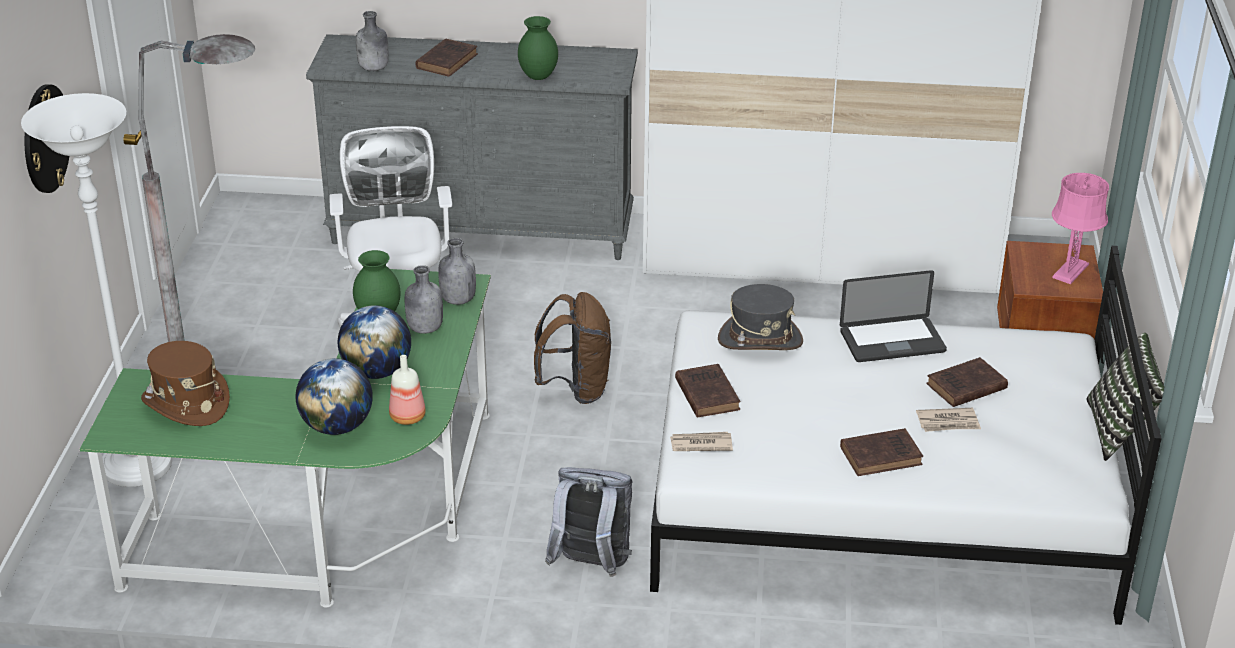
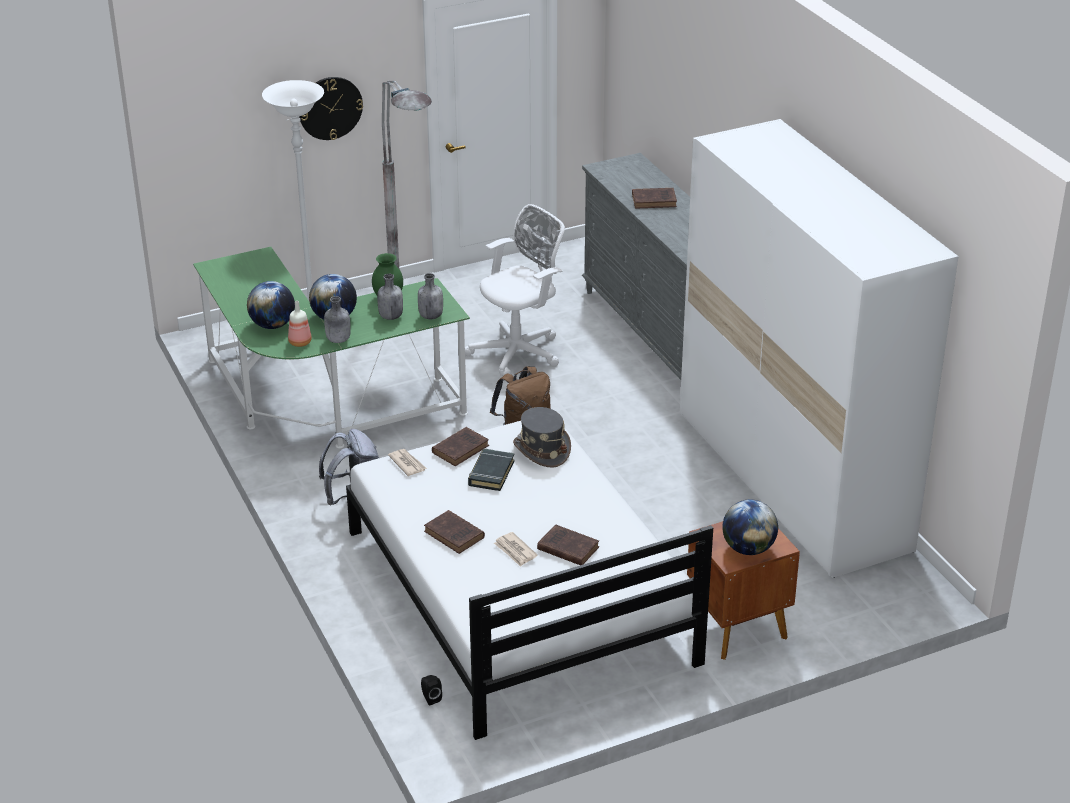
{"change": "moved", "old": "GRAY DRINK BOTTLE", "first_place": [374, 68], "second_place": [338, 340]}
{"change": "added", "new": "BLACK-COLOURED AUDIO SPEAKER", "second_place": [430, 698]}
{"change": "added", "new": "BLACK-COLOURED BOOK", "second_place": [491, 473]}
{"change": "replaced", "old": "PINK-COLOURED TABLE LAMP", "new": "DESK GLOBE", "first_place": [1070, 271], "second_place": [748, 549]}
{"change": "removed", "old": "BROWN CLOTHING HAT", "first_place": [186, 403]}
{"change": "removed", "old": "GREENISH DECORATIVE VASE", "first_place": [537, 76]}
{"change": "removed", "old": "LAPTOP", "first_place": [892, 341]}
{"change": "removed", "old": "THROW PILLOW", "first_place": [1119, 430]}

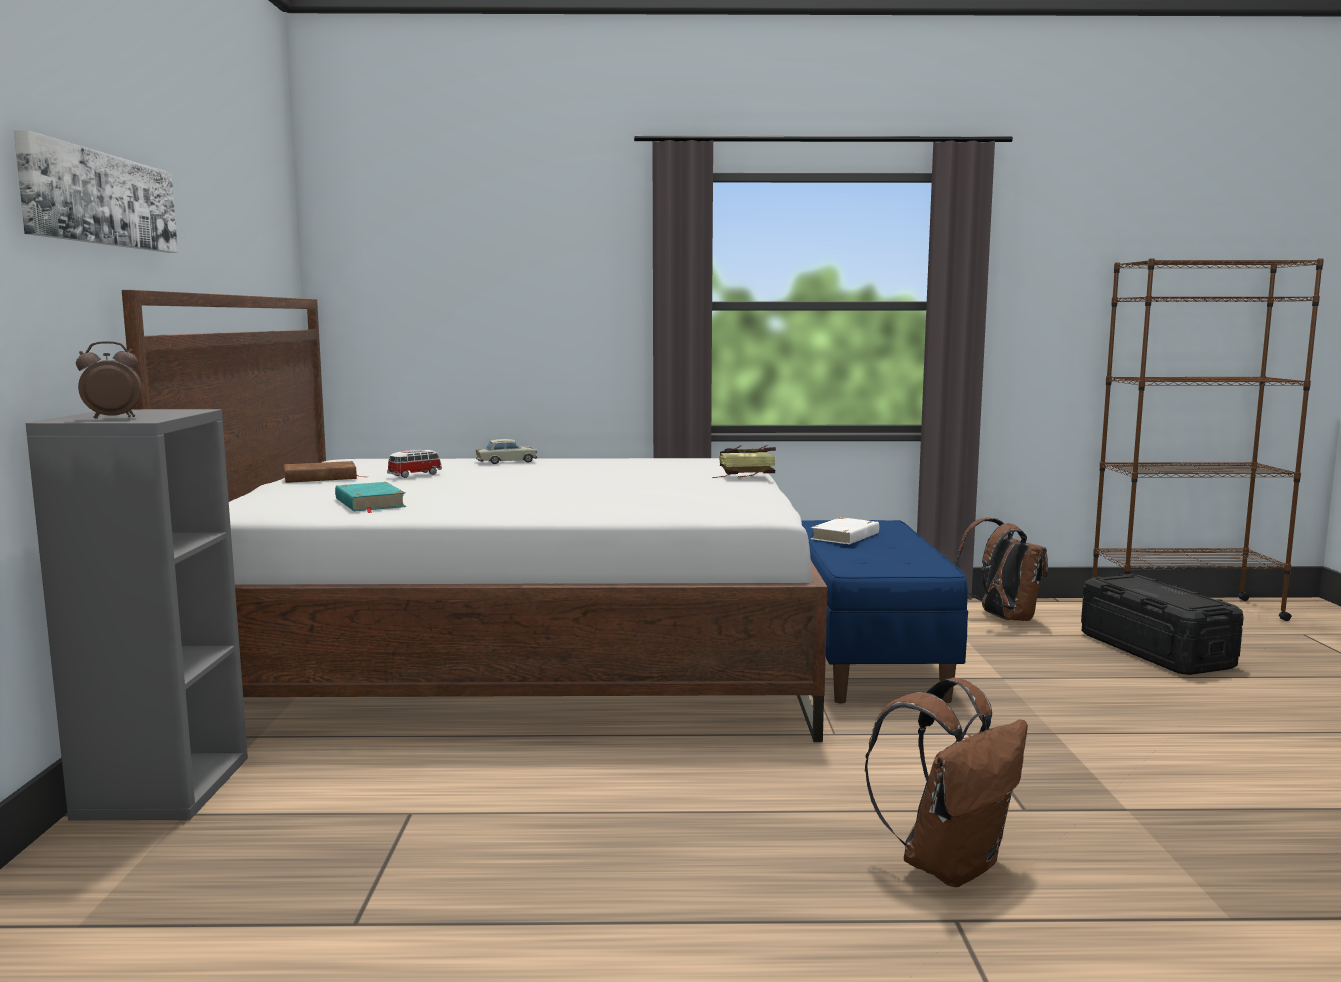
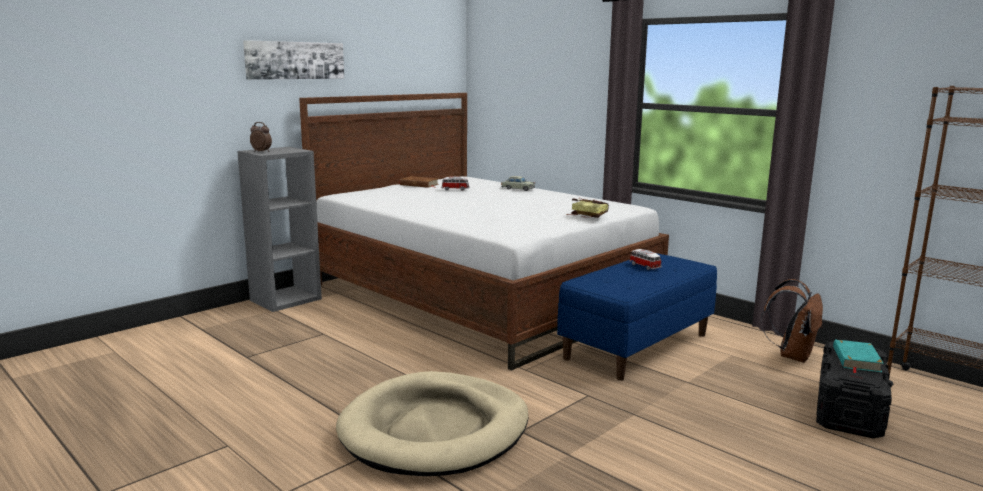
{"change": "replaced", "old": "BROWN KNAPSACK", "new": "BEIGE DOG CUSHION", "first_place": [949, 864], "second_place": [435, 430]}
{"change": "replaced", "old": "WHITE-COLOURED BOOK", "new": "MODEL CAR", "first_place": [845, 536], "second_place": [644, 266]}
{"change": "moved", "old": "BLUE-GREEN BOOK", "first_place": [369, 503], "second_place": [856, 359]}

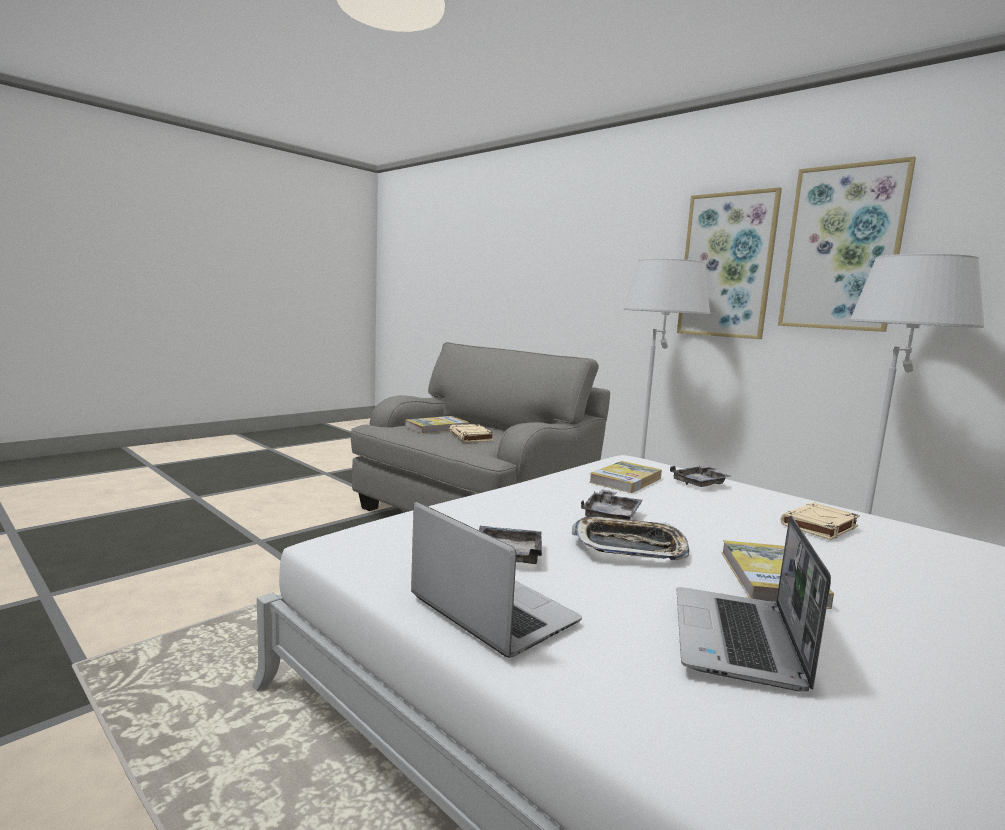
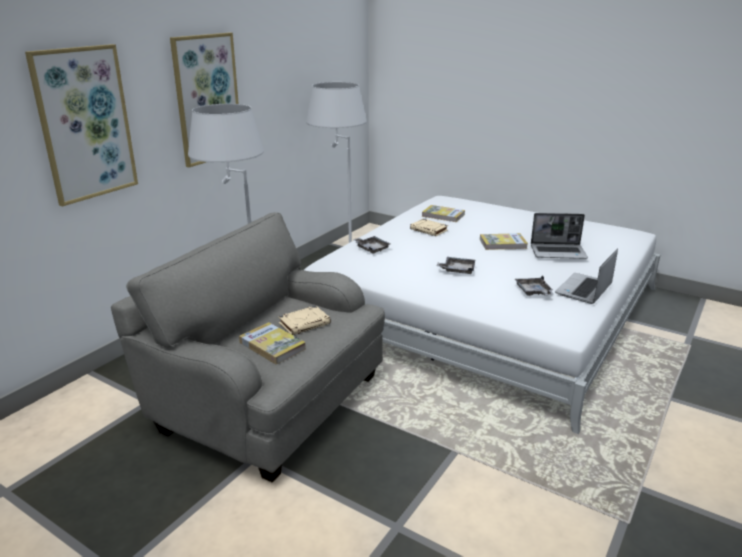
{"change": "moved", "old": "PICTURE", "first_place": [842, 248], "second_place": [85, 124]}
{"change": "moved", "old": "BOOK", "first_place": [625, 480], "second_place": [443, 215]}
{"change": "removed", "old": "TRAY", "first_place": [629, 546]}

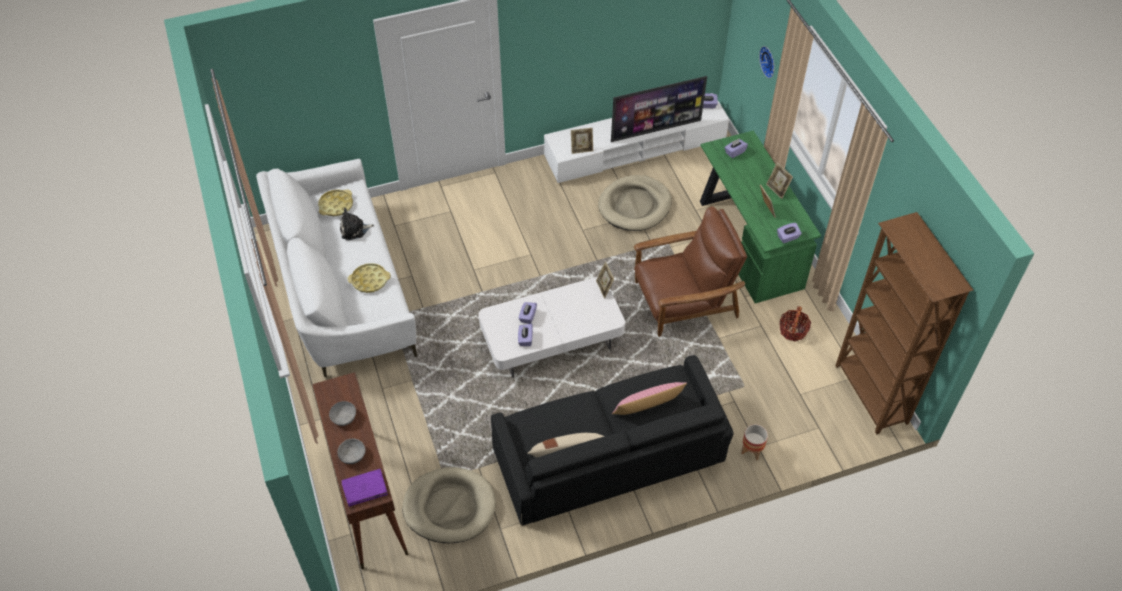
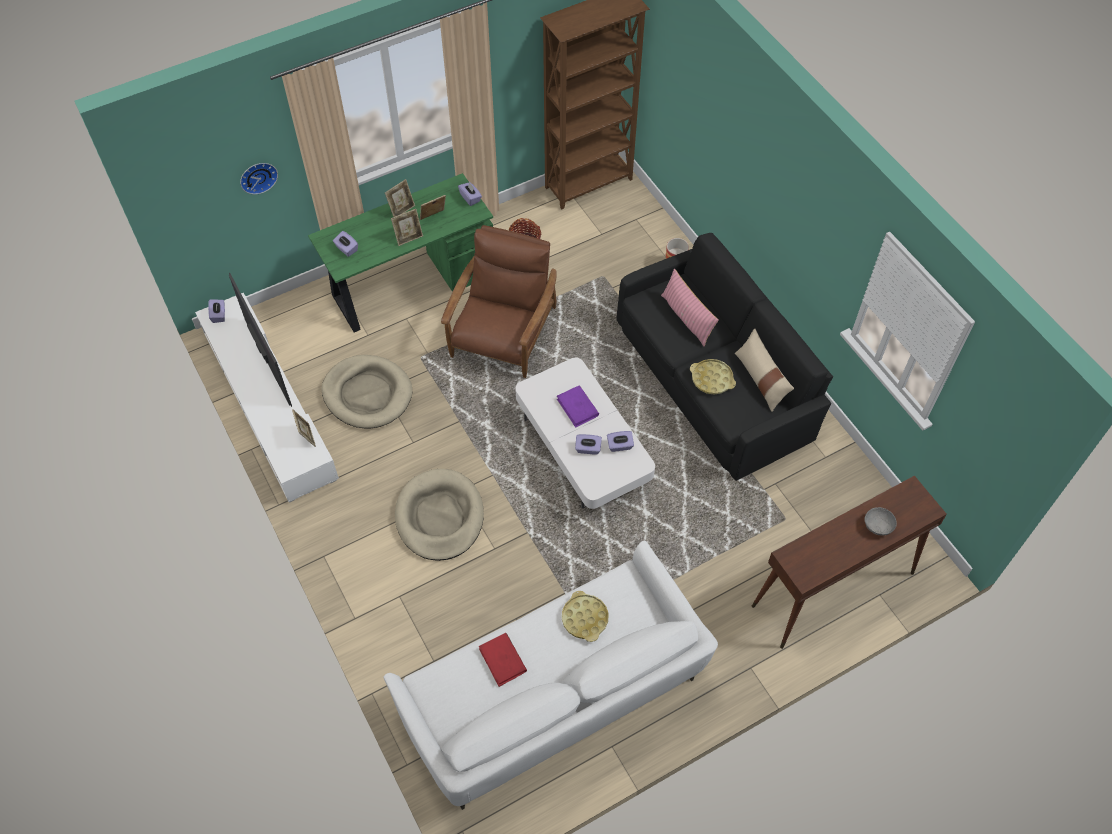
{"change": "moved", "old": "STANDING FRAME", "first_place": [604, 288], "second_place": [408, 237]}
{"change": "moved", "old": "BEIGE DOG CUSHION", "first_place": [449, 507], "second_place": [439, 517]}
{"change": "turned", "old": "BROWN ARMCHAIR", "first_place": [684, 300], "second_place": [503, 334], "degrees": 45}
{"change": "replaced", "old": "PLUSH TOY", "new": "REDDISH BOOK", "first_place": [354, 229], "second_place": [502, 660]}
{"change": "moved", "old": "PURPLE BOOK", "first_place": [364, 489], "second_place": [577, 407]}
{"change": "moved", "old": "YELLOW TRAY", "first_place": [336, 205], "second_place": [712, 379]}
{"change": "removed", "old": "GRAY SERVING BOWL", "first_place": [344, 417]}

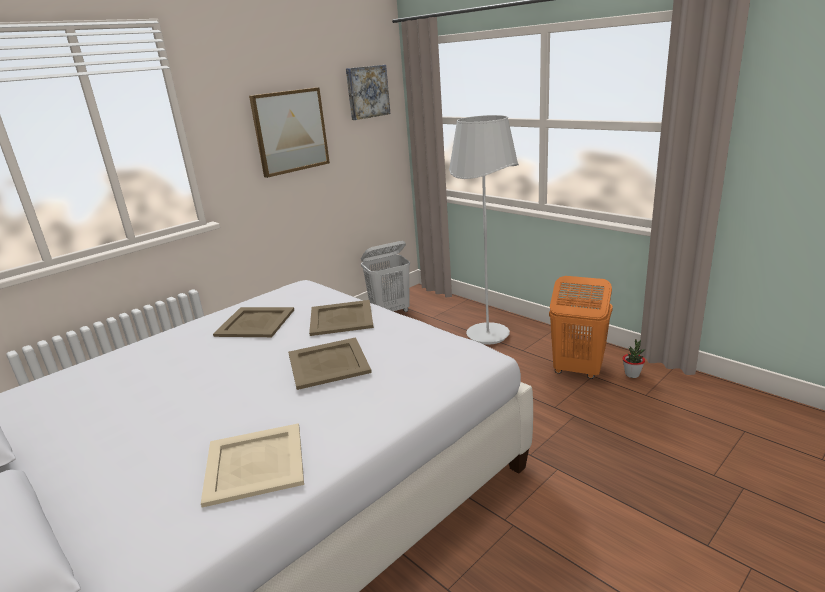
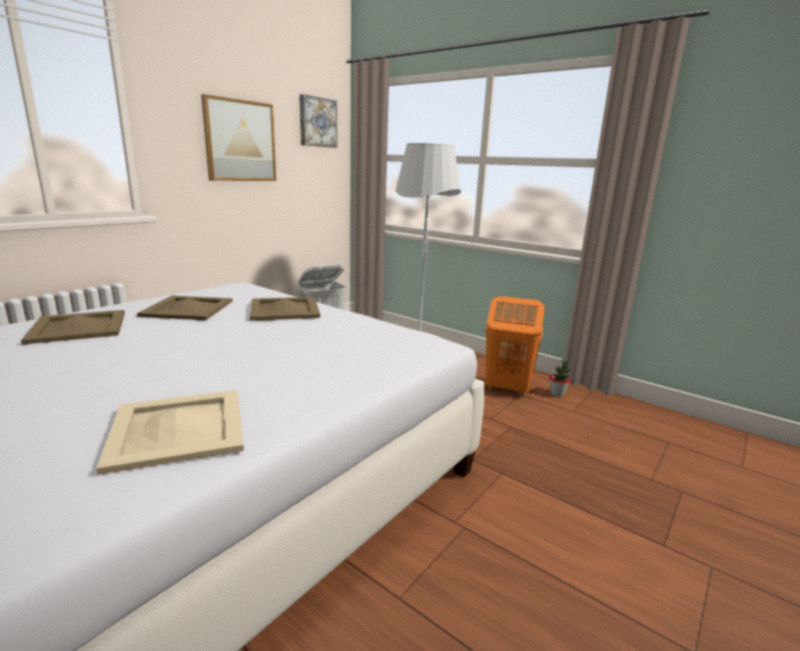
{"change": "moved", "old": "BEIGE TRAY", "first_place": [327, 363], "second_place": [77, 327]}

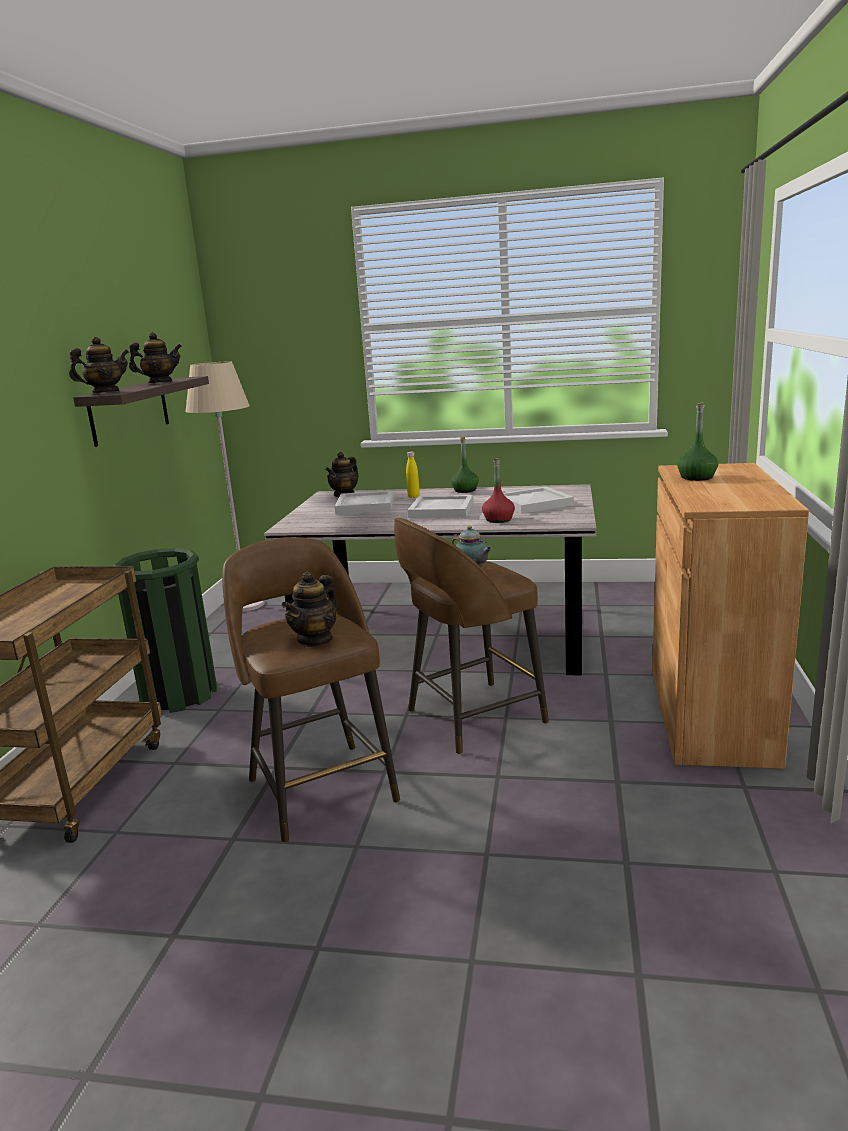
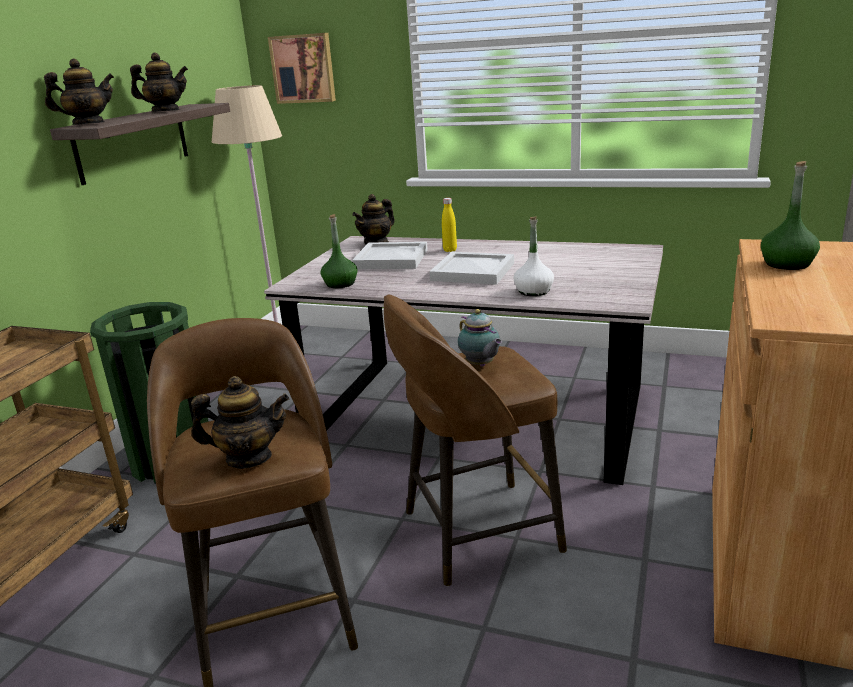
{"change": "turned", "old": "POT FOR TEA", "first_place": [315, 639], "second_place": [248, 458], "degrees": -135}
{"change": "added", "new": "PICTURE", "second_place": [303, 68]}
{"change": "moved", "old": "GREENISH DRINK BOTTLE", "first_place": [465, 490], "second_place": [340, 284]}
{"change": "recoloured", "old": "REDDISH DRINK BOTTLE", "new": "WHITE-COLOURED DRINK BOTTLE", "first_place": [498, 519], "second_place": [533, 291]}
{"change": "removed", "old": "WHITE-COLOURED TRAY", "first_place": [532, 503]}

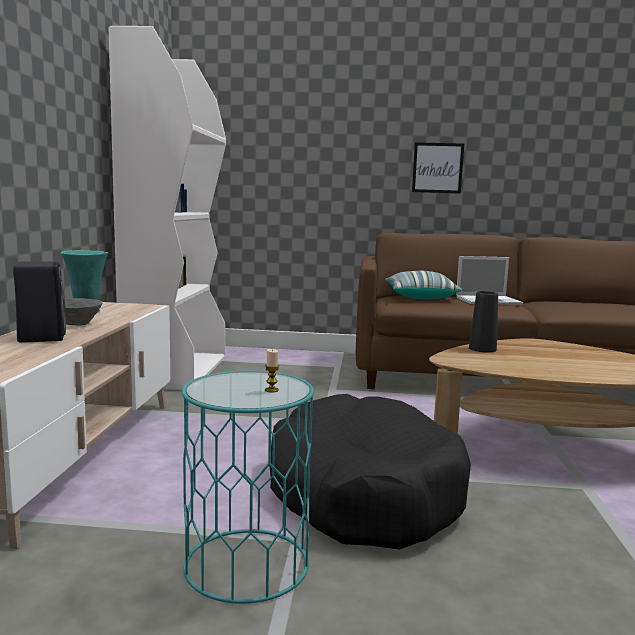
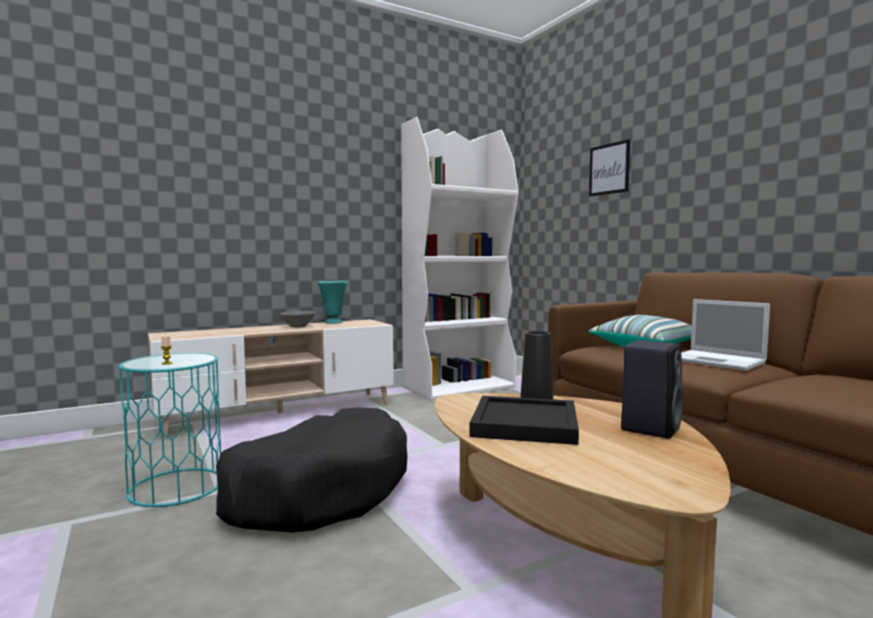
{"change": "added", "new": "BLACK-COLOURED TRAY", "second_place": [524, 423]}
{"change": "moved", "old": "PICTURE", "first_place": [437, 168], "second_place": [609, 169]}
{"change": "moved", "old": "BLACK-COLOURED AUDIO SPEAKER", "first_place": [41, 337], "second_place": [650, 427]}

